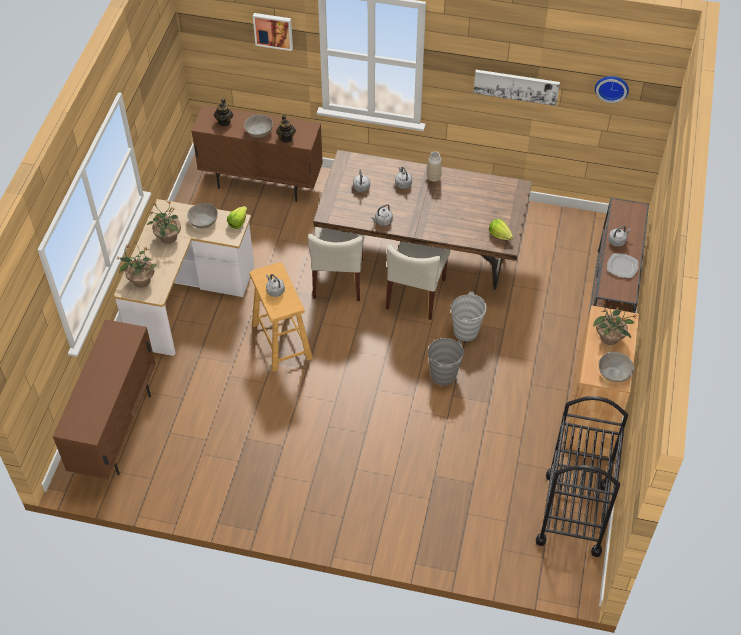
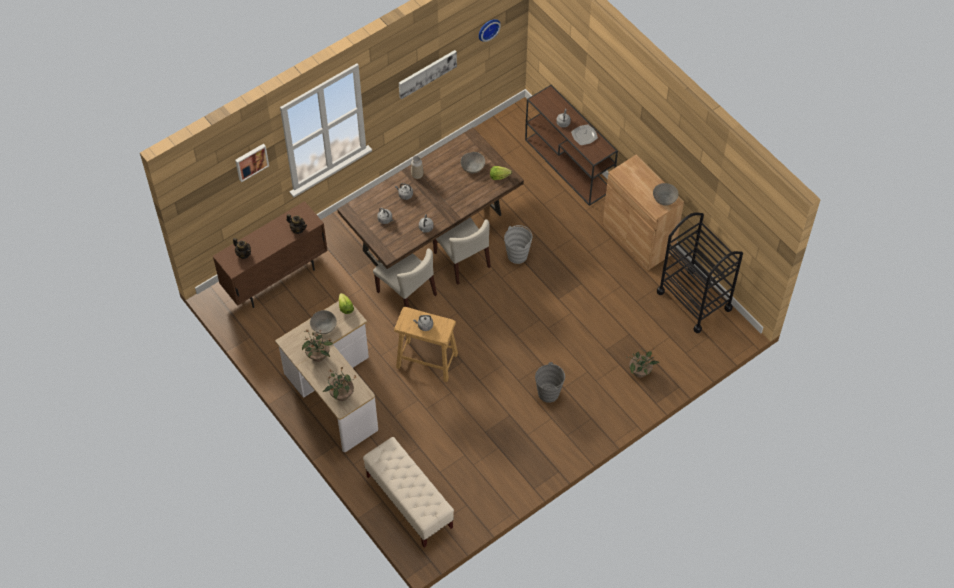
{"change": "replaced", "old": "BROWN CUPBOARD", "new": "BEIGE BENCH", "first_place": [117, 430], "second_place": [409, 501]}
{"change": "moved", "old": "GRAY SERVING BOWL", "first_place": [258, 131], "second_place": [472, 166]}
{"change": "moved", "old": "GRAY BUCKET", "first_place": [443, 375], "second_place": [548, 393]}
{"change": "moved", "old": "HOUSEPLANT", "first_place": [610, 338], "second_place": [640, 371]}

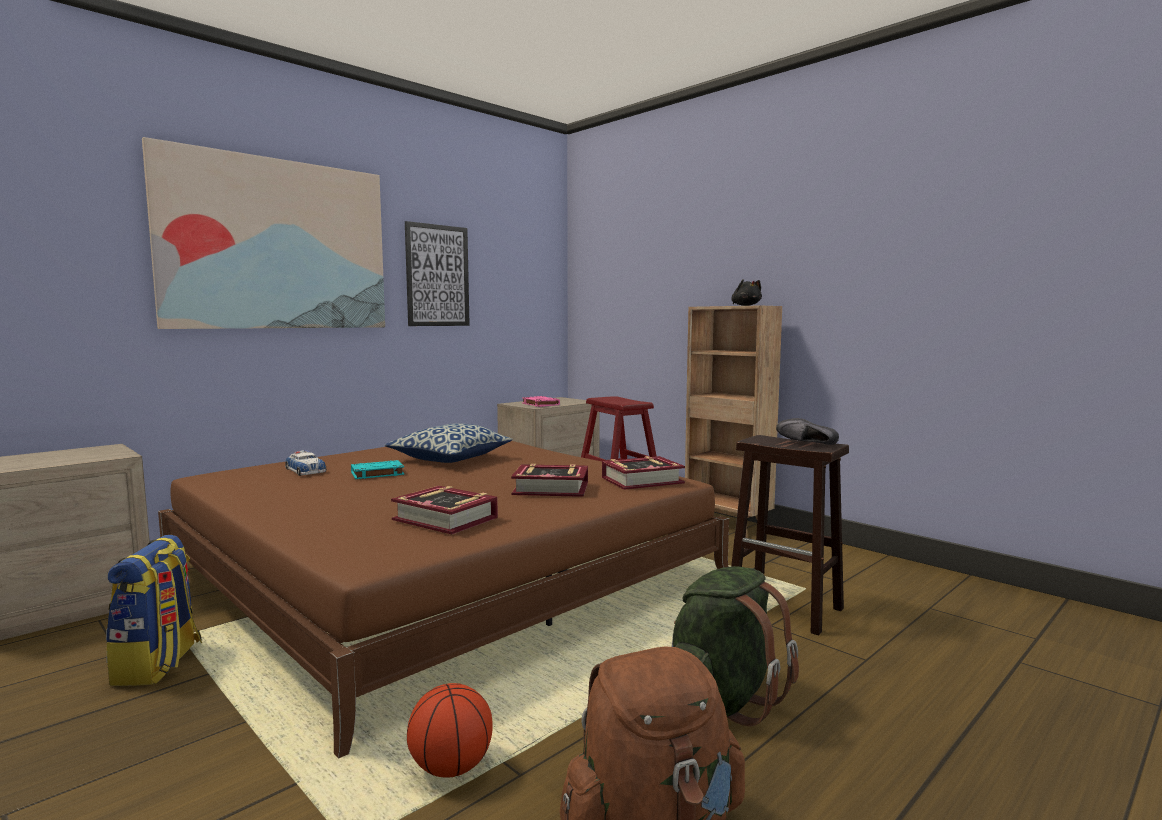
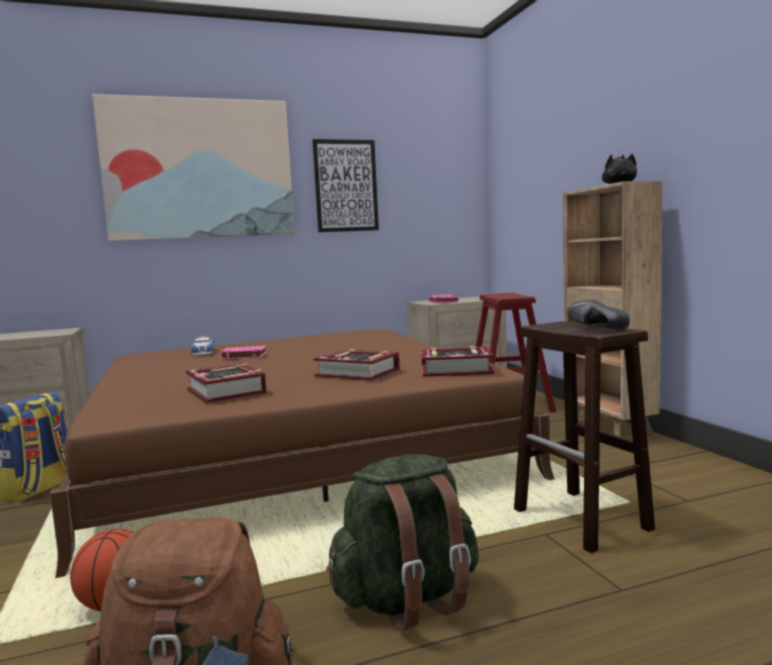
{"change": "recoloured", "old": "BLUE-GREEN BOOK", "new": "PINK-COLOURED BOOK", "first_place": [377, 474], "second_place": [243, 356]}
{"change": "removed", "old": "THROW PILLOW", "first_place": [450, 458]}

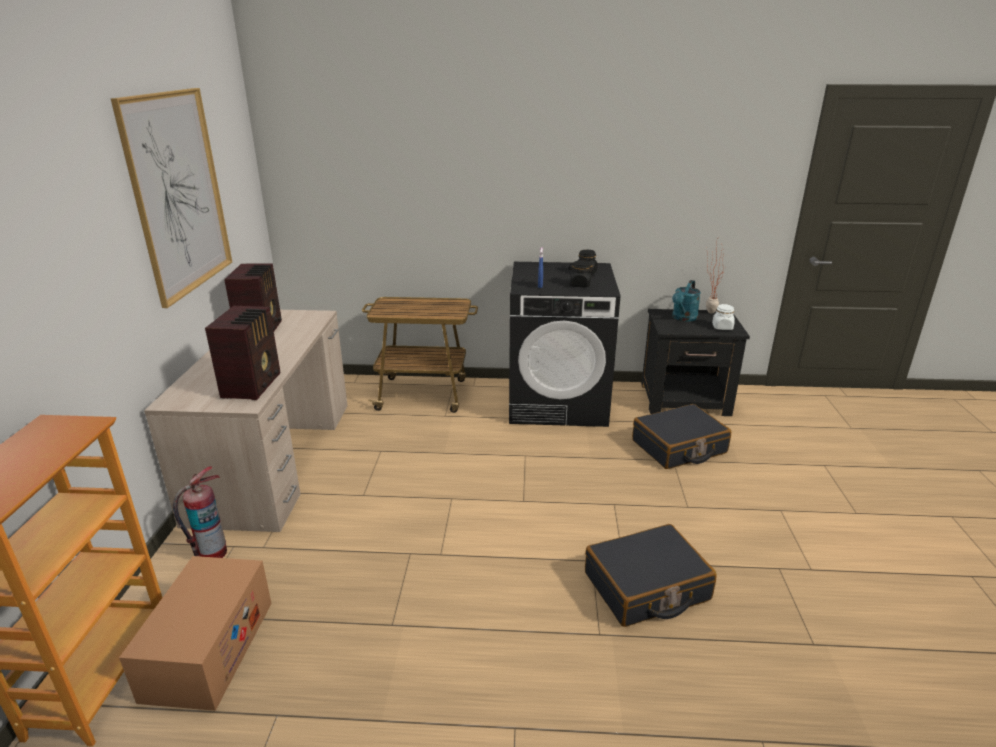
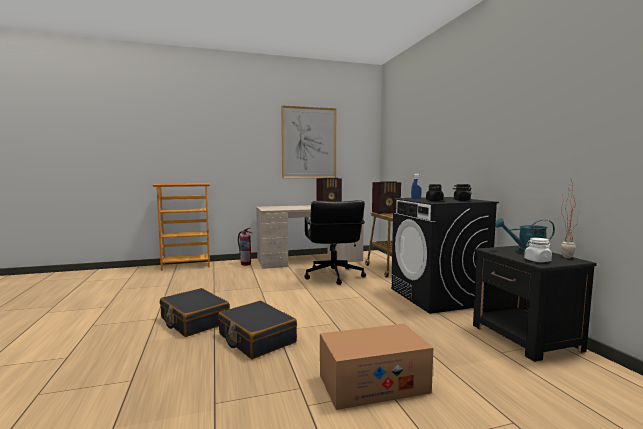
{"change": "moved", "old": "BLACK-COLOURED PIECE OF LUGGAGE", "first_place": [679, 447], "second_place": [194, 321]}
{"change": "added", "new": "BLACK-COLOURED OFFICE CHAIR", "second_place": [333, 276]}
{"change": "moved", "old": "CARDBOARD BOX", "first_place": [209, 649], "second_place": [373, 383]}
{"change": "moved", "old": "RADIO SET", "first_place": [253, 385], "second_place": [386, 212]}

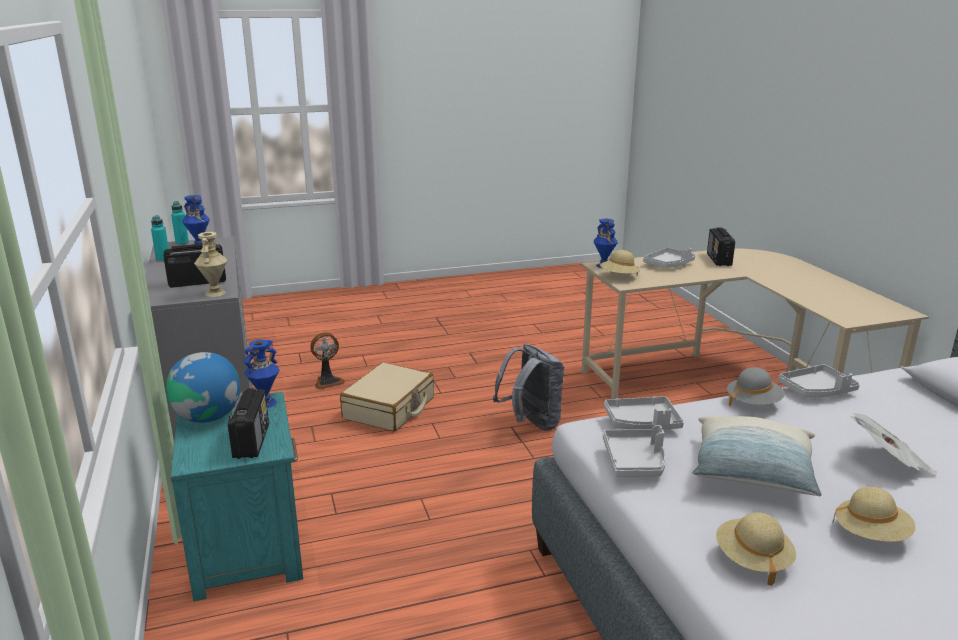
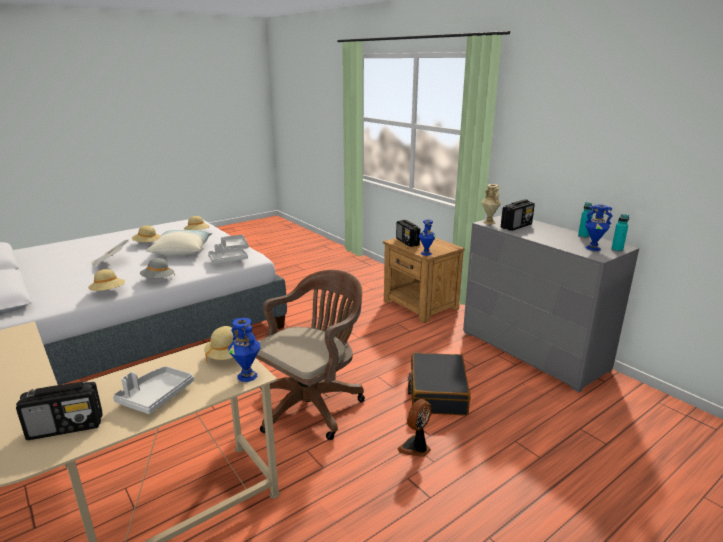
{"change": "turned", "old": "RADIO SET", "first_place": [719, 260], "second_place": [66, 427], "degrees": 90}
{"change": "replaced", "old": "GRAY TRAY", "new": "BEIGE CLOTHING HAT", "first_place": [817, 390], "second_place": [108, 292]}
{"change": "replaced", "old": "GRAY KNAPSACK", "new": "BROWN OFFICE CHAIR", "first_place": [531, 423], "second_place": [313, 403]}
{"change": "recoloured", "old": "BLUE-GREEN NIGHTSTAND", "new": "BROWN NIGHTSTAND", "first_place": [248, 546], "second_place": [420, 305]}
{"change": "moved", "old": "FAN", "first_place": [328, 382], "second_place": [416, 448]}
{"change": "recoloured", "old": "BEIGE PIECE OF LUGGAGE", "new": "BLACK-COLOURED PIECE OF LUGGAGE", "first_place": [389, 408], "second_place": [437, 393]}
{"change": "removed", "old": "DESK GLOBE", "first_place": [208, 417]}

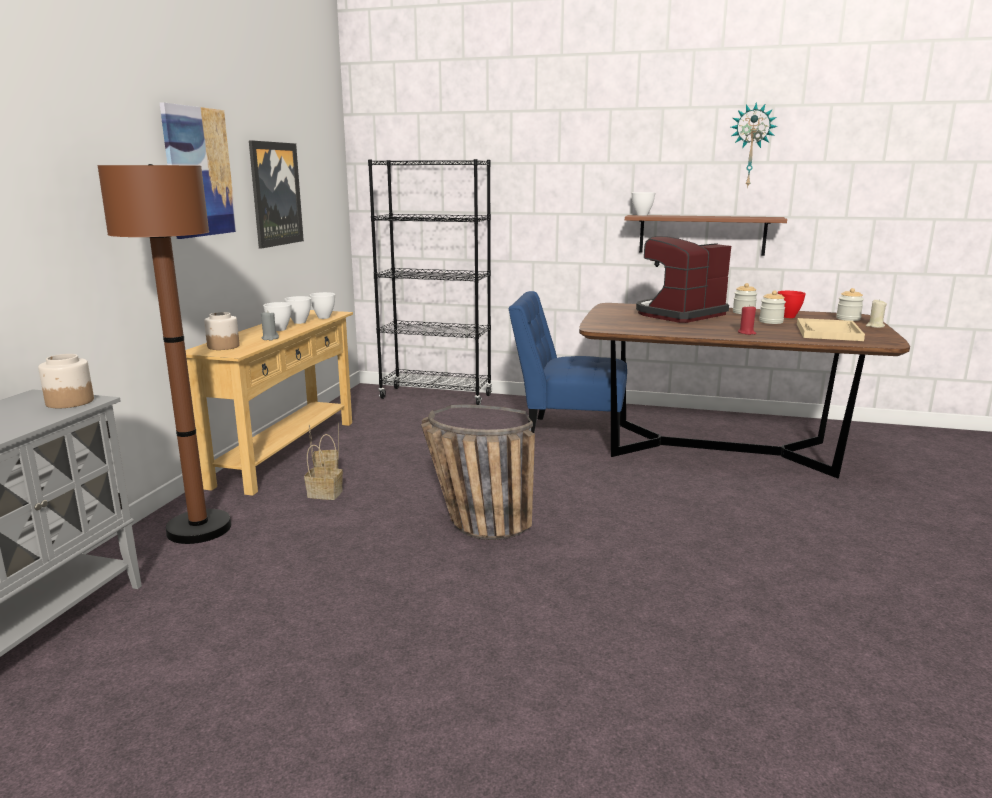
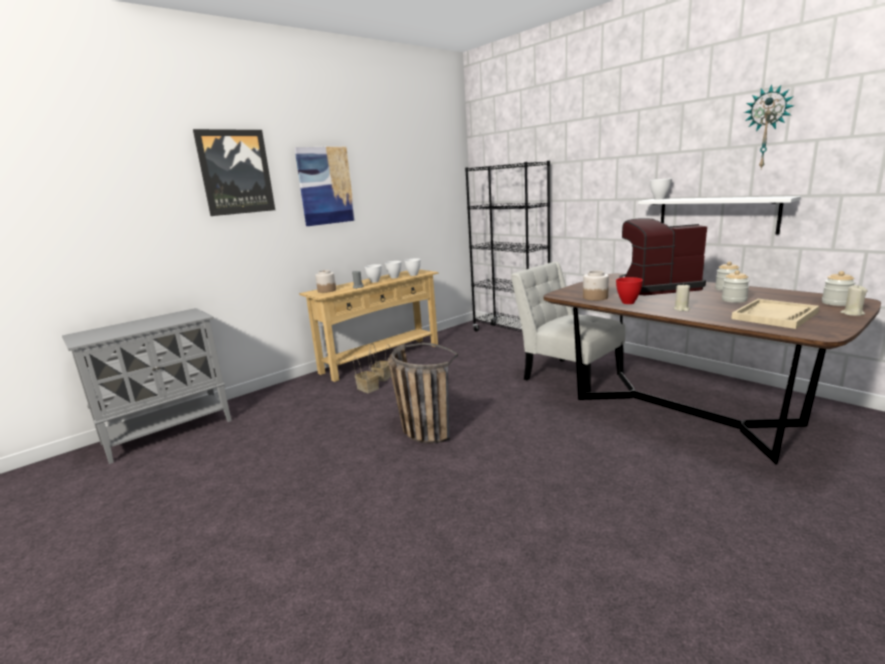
{"change": "moved", "old": "PICTURE", "first_place": [275, 194], "second_place": [235, 172]}
{"change": "recoloured", "old": "BLUE-COLOURED PLAIN CHAIR", "new": "WHITE-COLOURED PLAIN CHAIR", "first_place": [568, 434], "second_place": [568, 376]}
{"change": "moved", "old": "JAR", "first_place": [69, 402], "second_place": [595, 297]}
{"change": "moved", "old": "REDDISH SERVING BOWL", "first_place": [788, 316], "second_place": [628, 302]}
{"change": "recoloured", "old": "BROWN BRACKET SHELF", "new": "WHITE-COLOURED BRACKET SHELF", "first_place": [702, 235], "second_place": [716, 215]}
{"change": "recoloured", "old": "REDDISH CANDLE", "new": "BEIGE CANDLE", "first_place": [746, 333], "second_place": [681, 309]}
{"change": "removed", "old": "BROWN FLOOR LAMP", "first_place": [199, 529]}

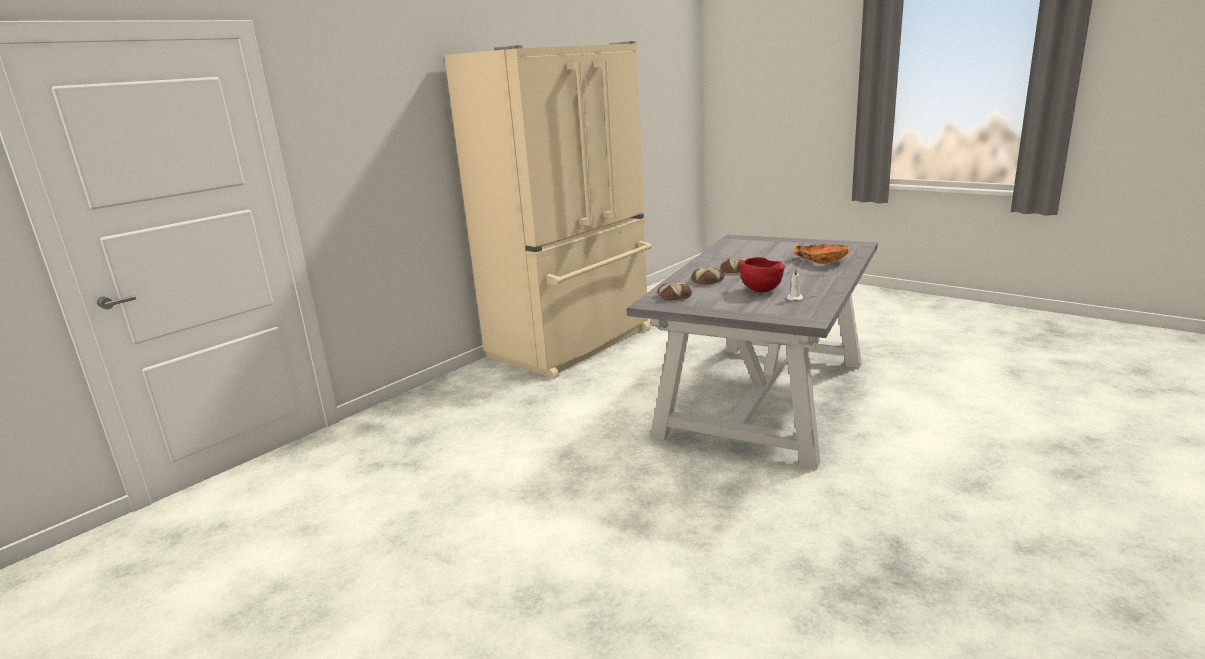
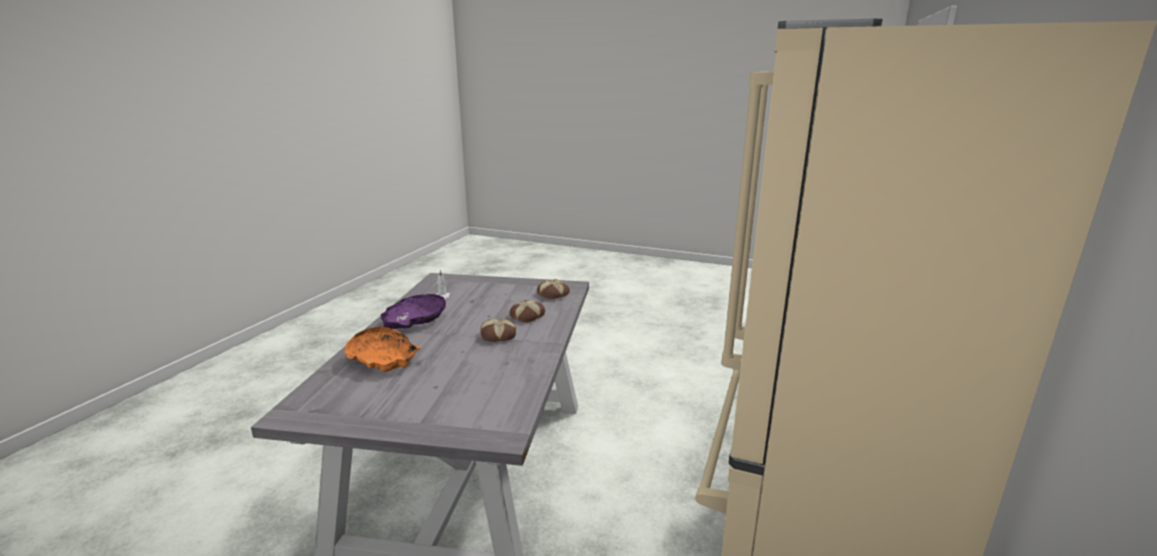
{"change": "added", "new": "PURPLE SERVING BOWL", "second_place": [415, 321]}
{"change": "removed", "old": "REDDISH SERVING BOWL", "first_place": [760, 290]}

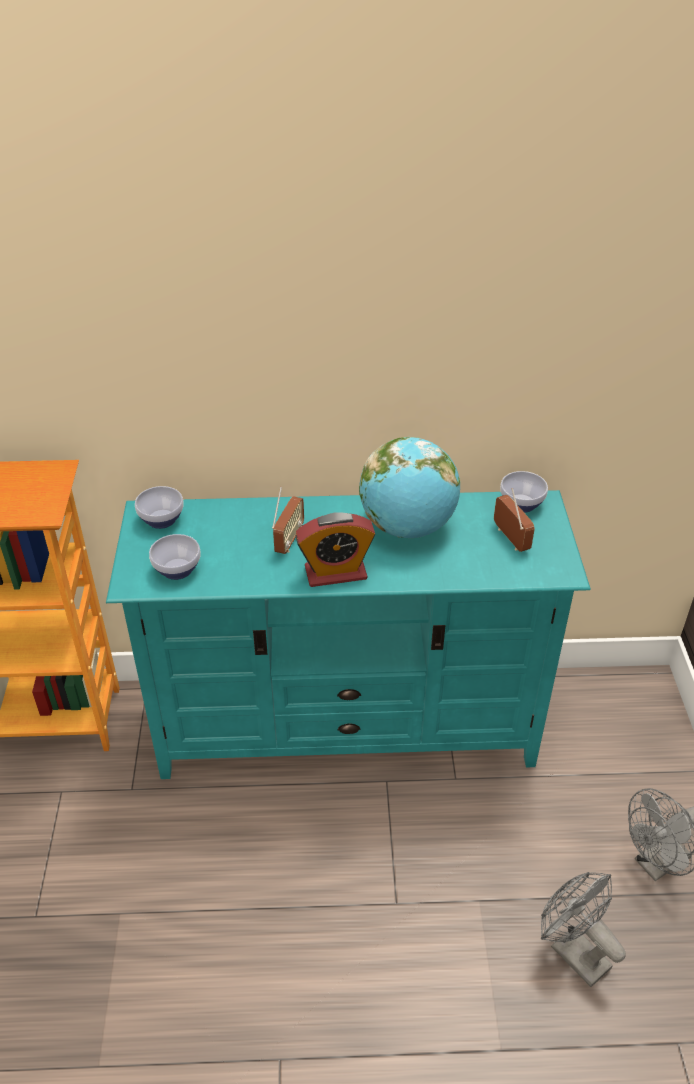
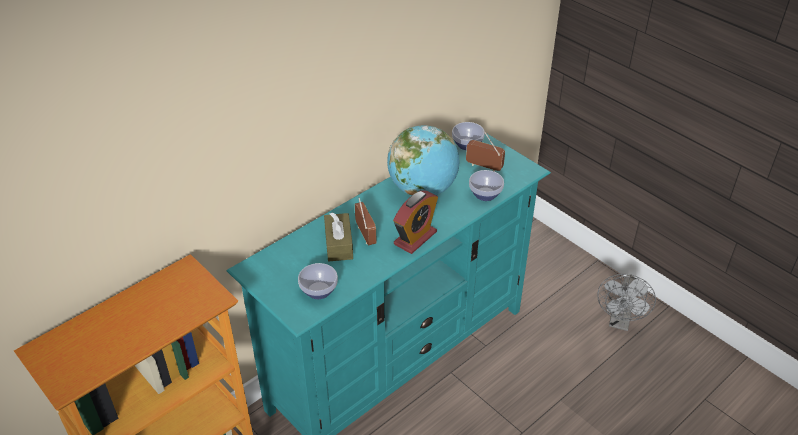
{"change": "added", "new": "BROWN BOX OF TISSUES", "second_place": [339, 244]}
{"change": "moved", "old": "SERVING BOWL", "first_place": [162, 520], "second_place": [486, 194]}
{"change": "removed", "old": "GRAY FAN", "first_place": [572, 951]}

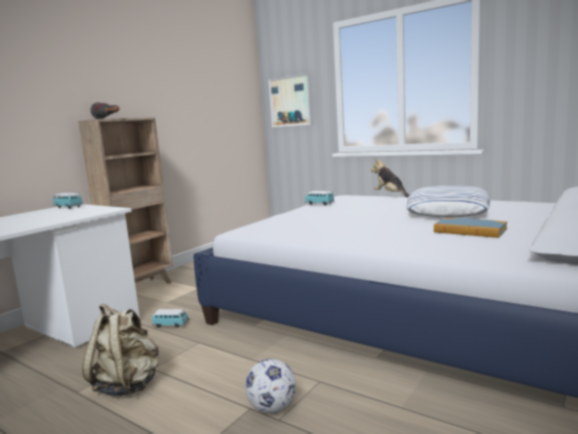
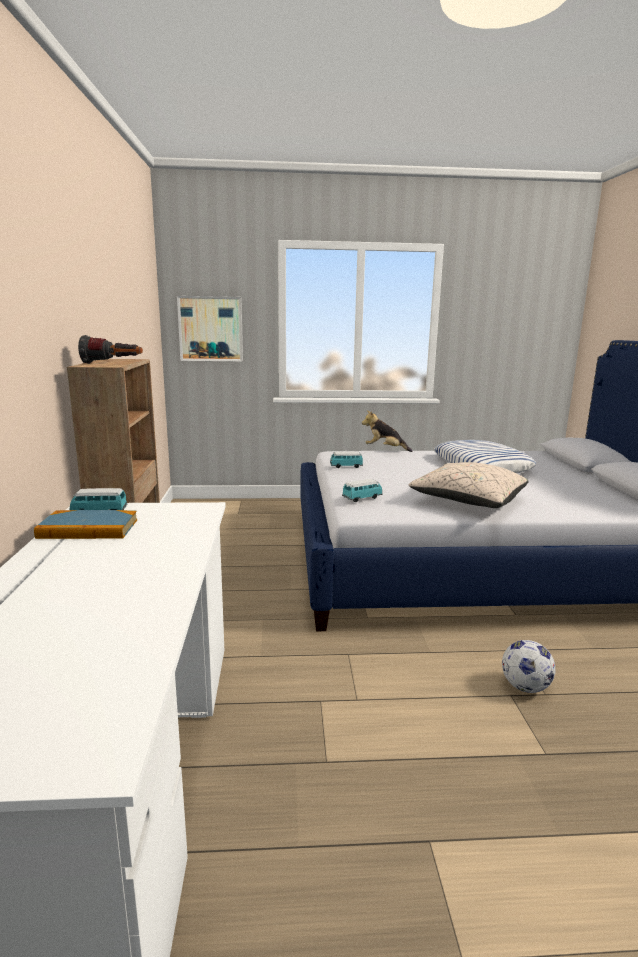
{"change": "moved", "old": "BOOK", "first_place": [470, 230], "second_place": [88, 529]}
{"change": "moved", "old": "MODEL CAR", "first_place": [171, 325], "second_place": [362, 498]}
{"change": "added", "new": "BEIGE THROW PILLOW", "second_place": [468, 501]}
{"change": "removed", "old": "BEIGE KNAPSACK", "first_place": [128, 385]}

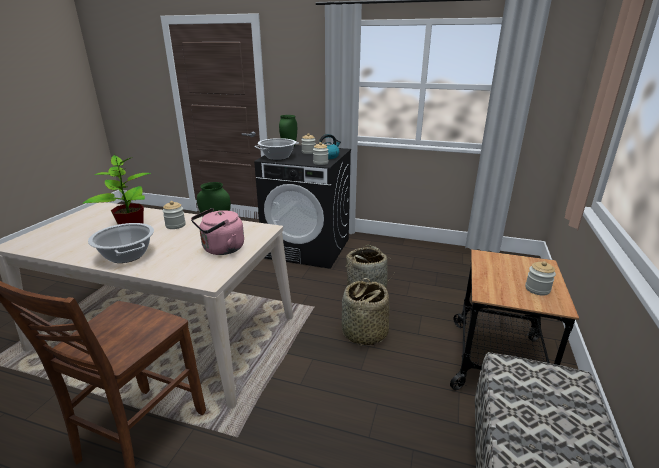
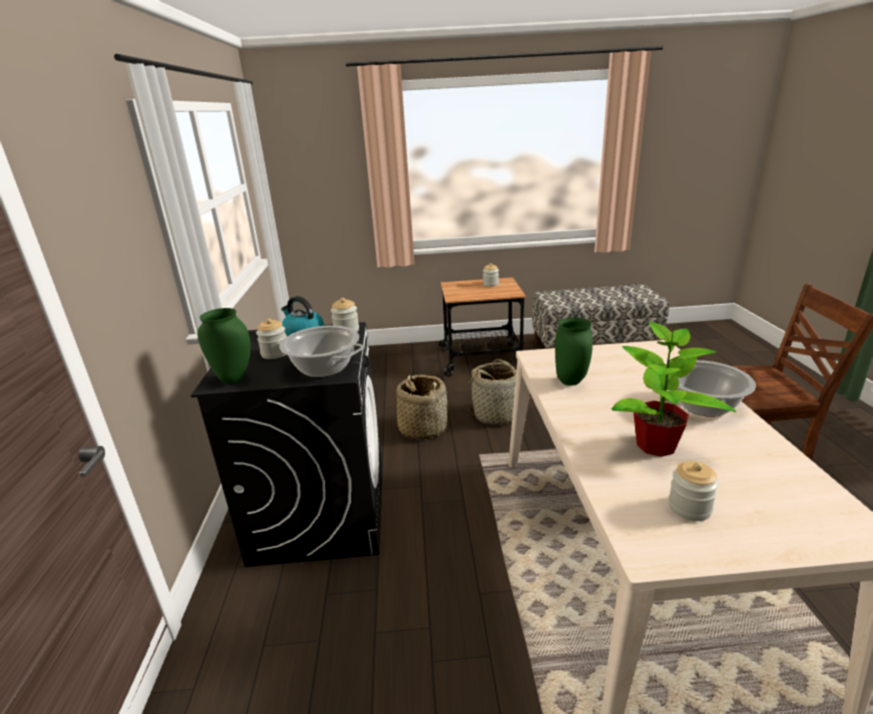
{"change": "moved", "old": "JAR", "first_place": [175, 225], "second_place": [689, 508]}
{"change": "removed", "old": "PINK-COLOURED WATER KETTLE", "first_place": [221, 249]}

